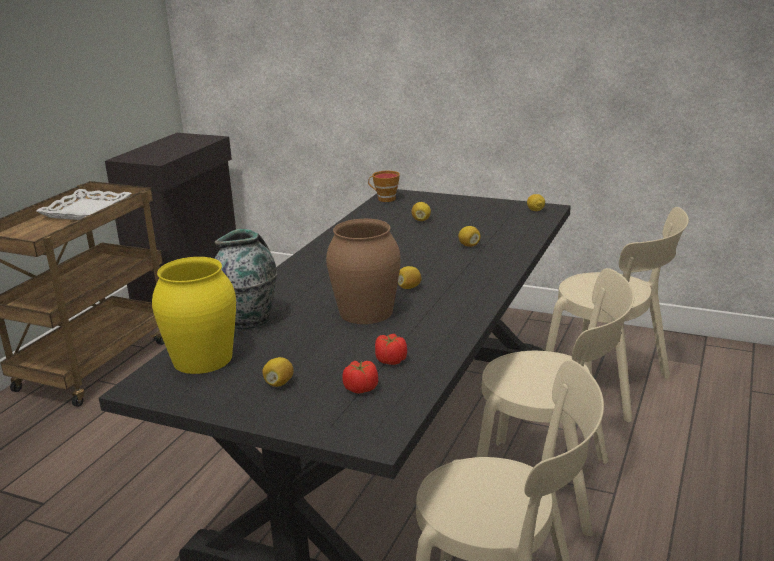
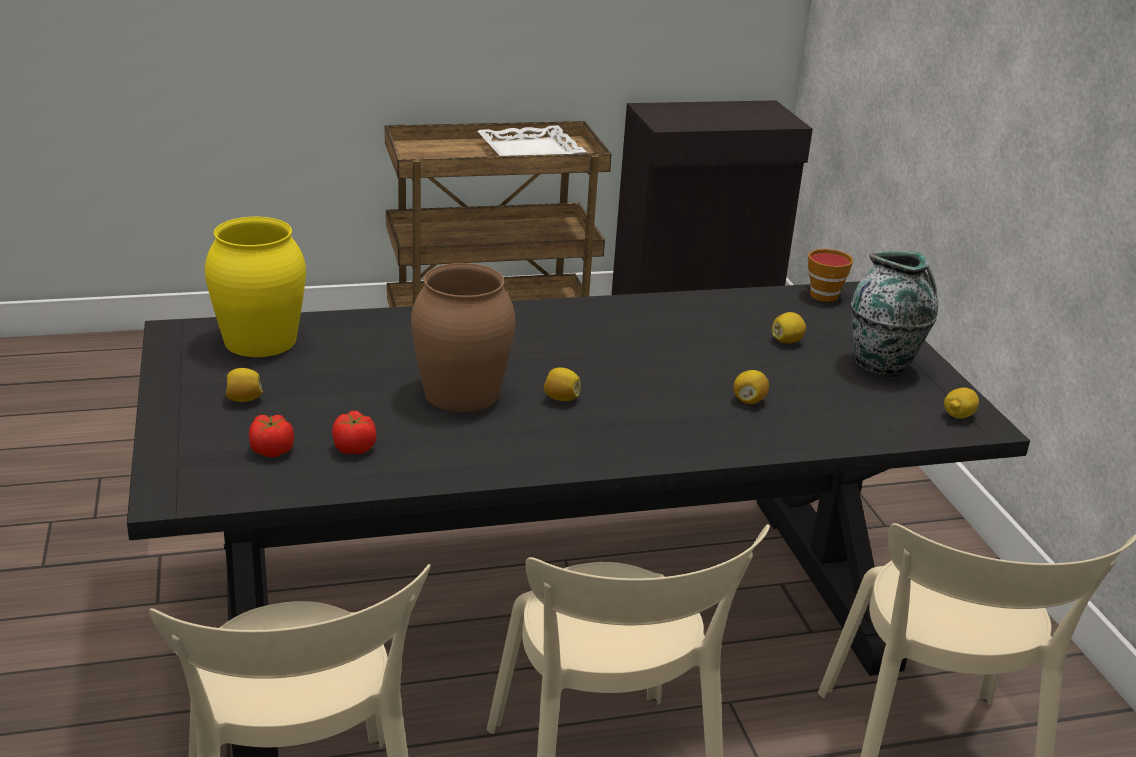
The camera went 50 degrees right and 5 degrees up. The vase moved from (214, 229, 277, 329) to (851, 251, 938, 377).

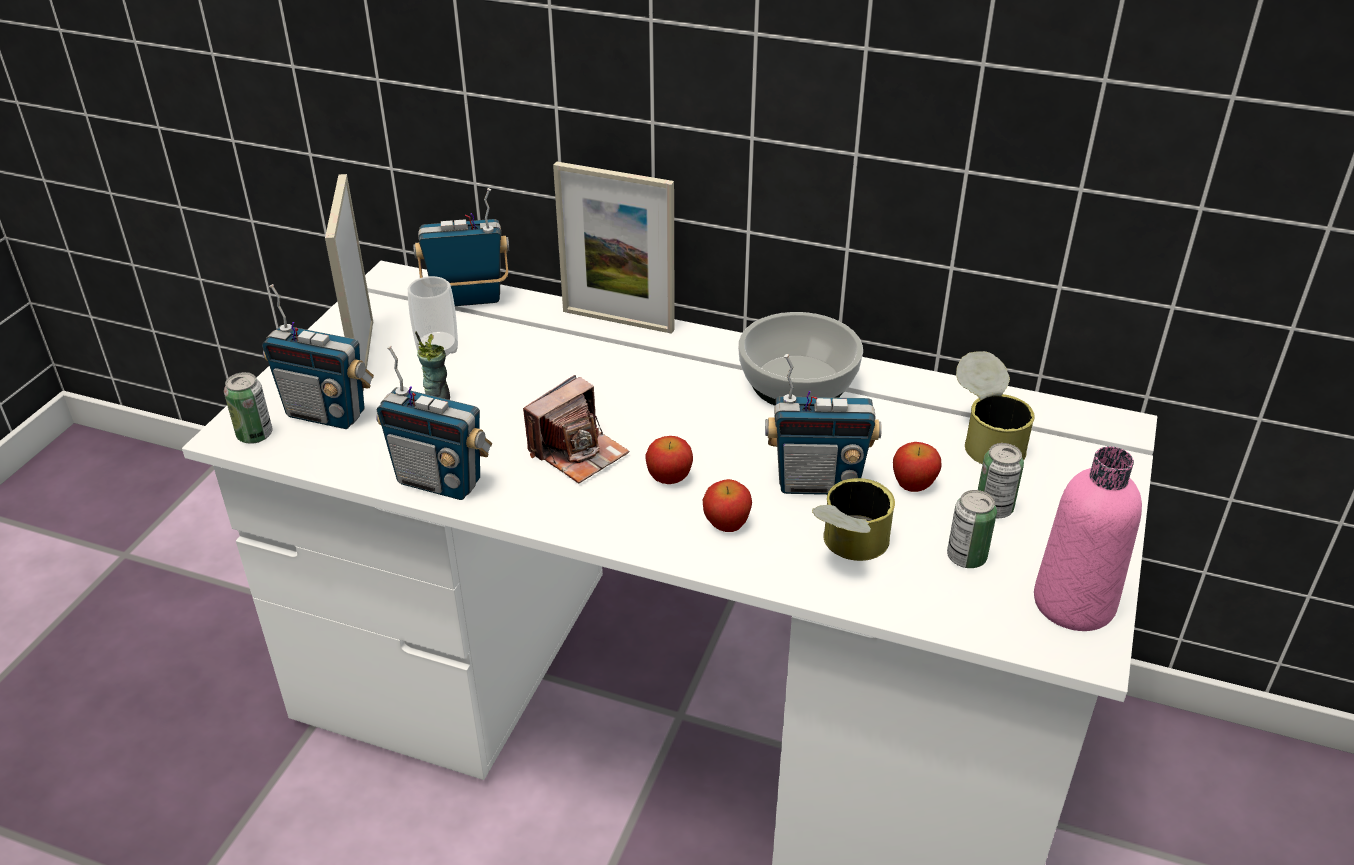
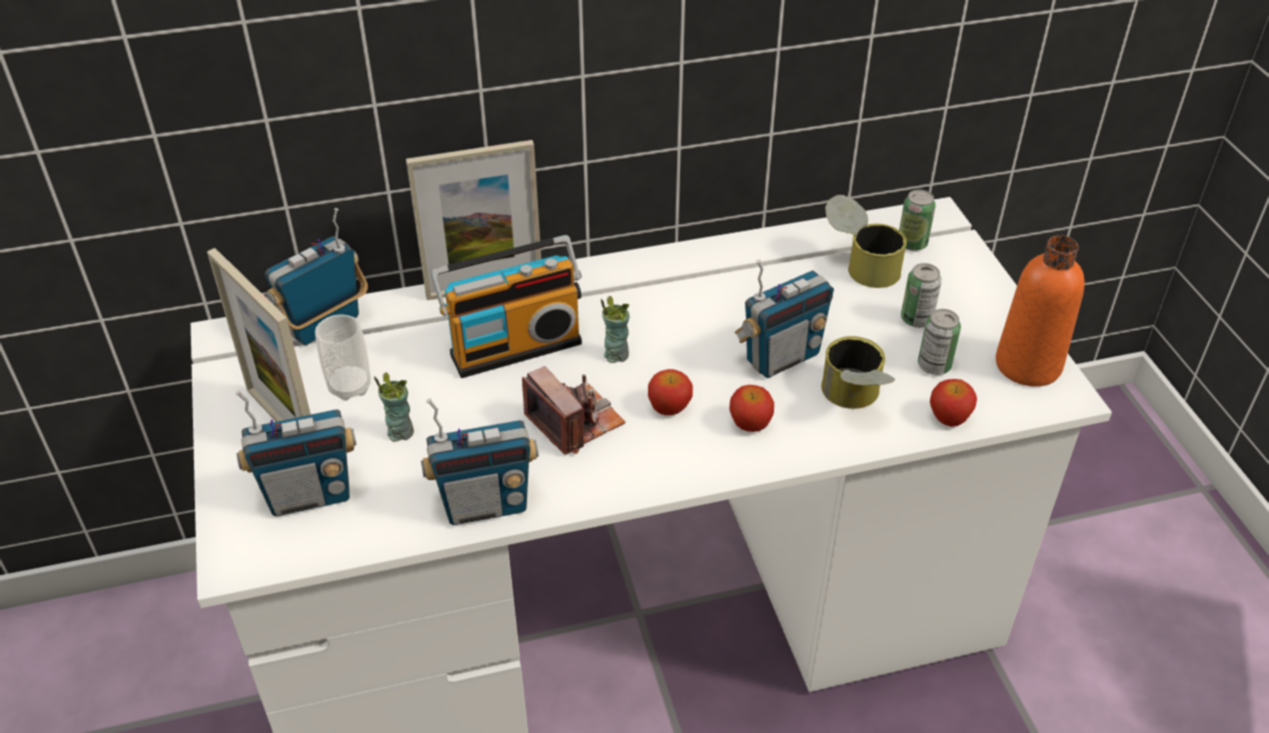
The camera went 35 degrees left and 5 degrees up. The radio at (430, 235, 582, 378) appeared. The photo_camera at (523, 375, 629, 483) turned 45 degrees counterclockwise. The cup at (601, 296, 629, 363) appeared. The can moved from (224, 372, 273, 444) to (899, 190, 936, 251). The apple moved from (893, 442, 941, 492) to (930, 379, 977, 427). The pink_bottle at (1034, 446, 1142, 631) became the orange_bottle at (996, 235, 1085, 387). The bowl at (738, 312, 863, 406) disappeared.

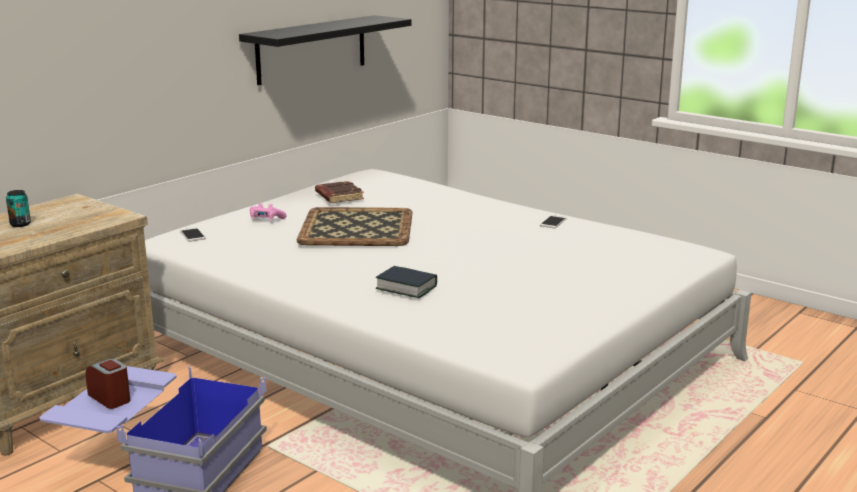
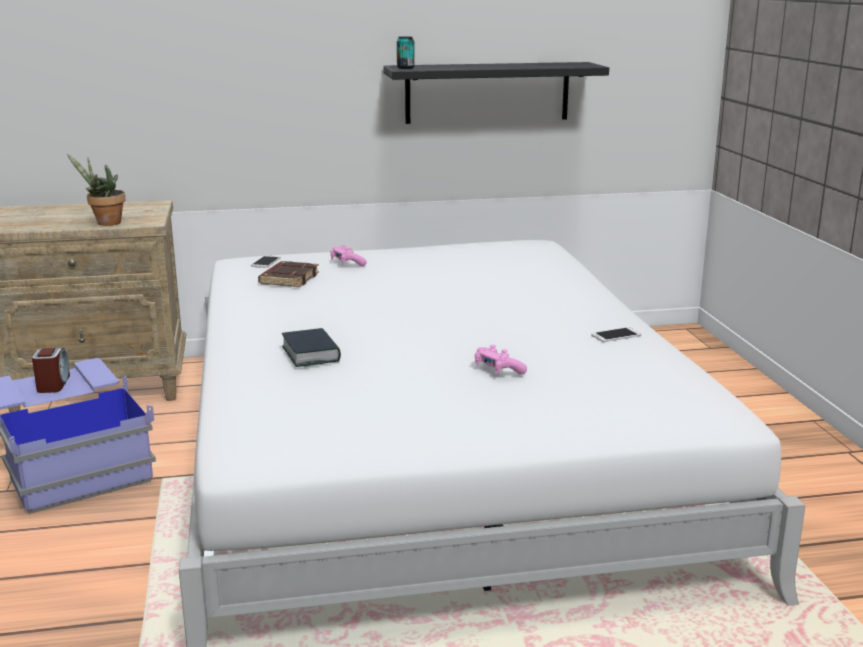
The camera went 40 degrees right and 0 degrees up. The potted_plant at (67, 154, 125, 226) appeared. The brown_book moved from (315, 181, 364, 203) to (258, 261, 319, 287). The can moved from (6, 190, 31, 227) to (397, 36, 415, 69). The pink_game_controller at (475, 345, 527, 375) appeared. The tray at (297, 207, 413, 246) disappeared.

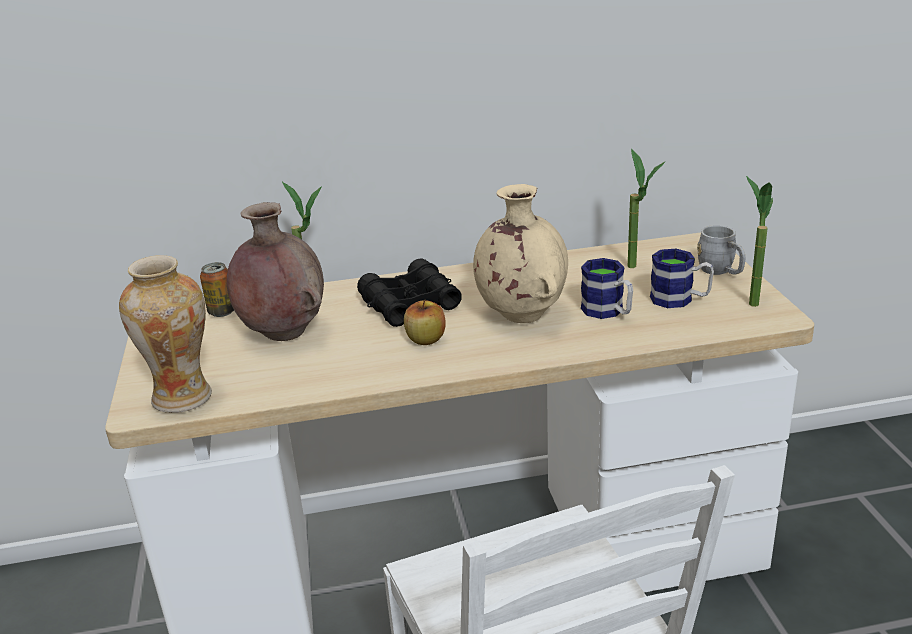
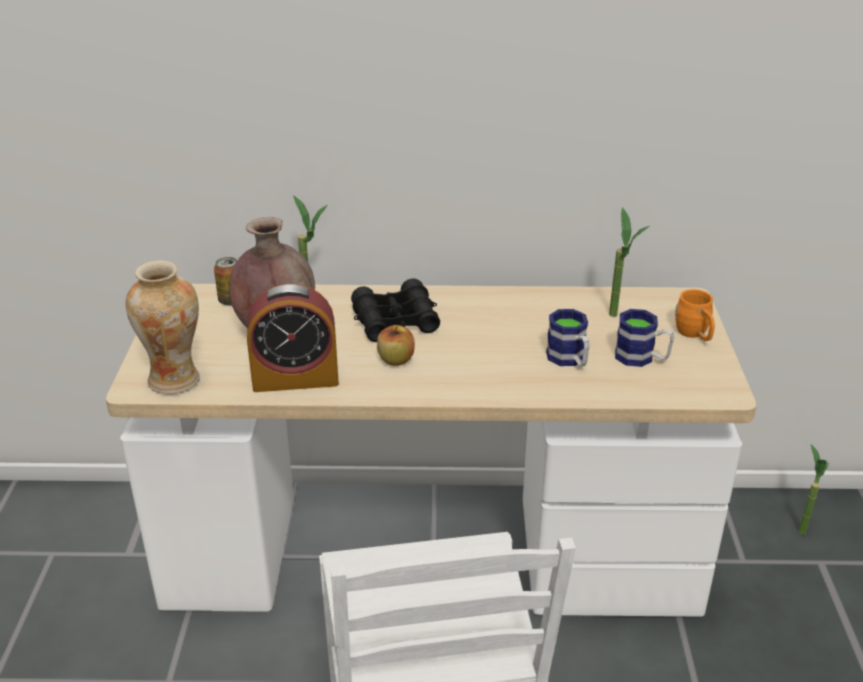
The camera went 10 degrees right and 5 degrees up. The alarm_clock at (247, 284, 339, 392) appeared. The grey_mug at (697, 225, 745, 275) became the orange_mug at (675, 289, 715, 341). The potted_plant moved from (746, 176, 773, 307) to (799, 444, 829, 535). The beige_vase at (473, 184, 568, 323) disappeared.

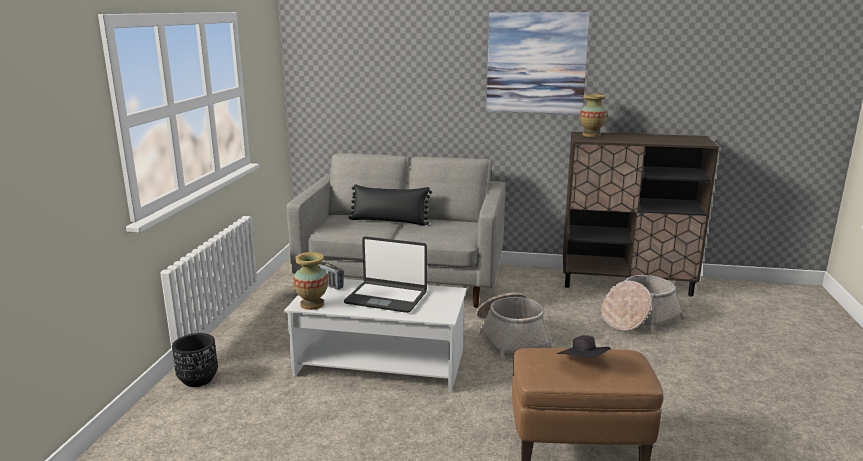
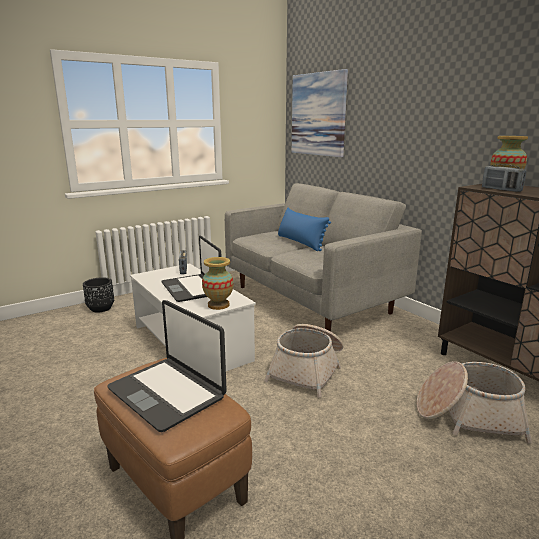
The camera went 45 degrees right and 0 degrees up. The black_hat at (557, 335, 611, 358) was replaced by the laptop at (107, 300, 227, 432). The vase moved from (293, 252, 328, 310) to (202, 257, 234, 310). The black_pillow at (349, 184, 432, 226) became the blue_pillow at (278, 208, 331, 252). The picture moved from (486, 12, 590, 114) to (292, 69, 348, 157). The radio at (482, 164, 526, 192) appeared.

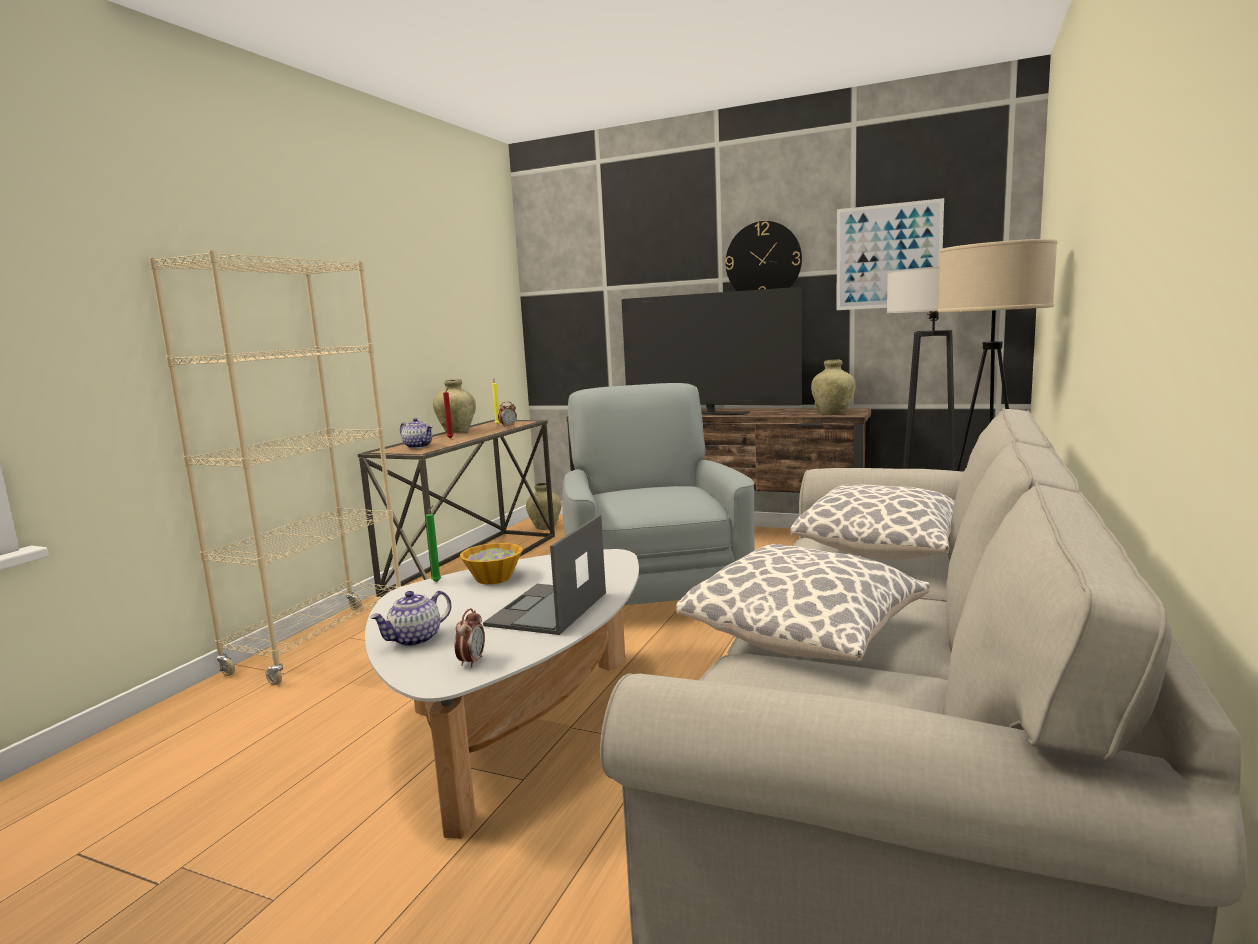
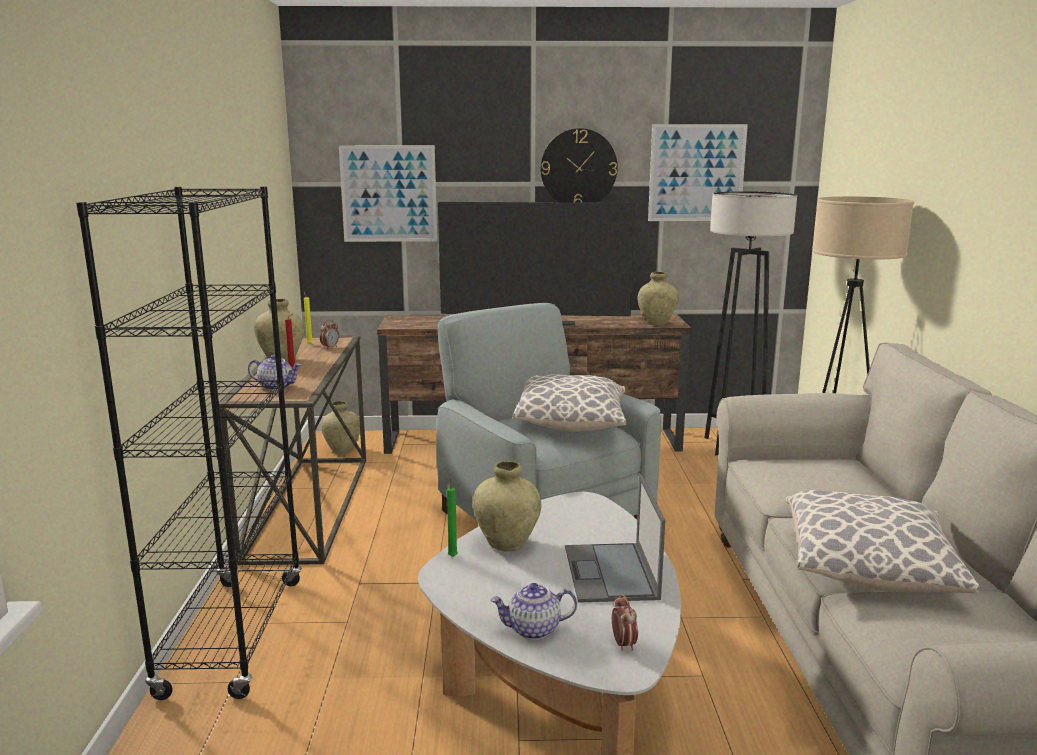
The camera went 25 degrees left and 5 degrees up. The beige_bookcase at (149, 250, 401, 685) became the black_bookcase at (76, 187, 302, 700). The picture at (339, 145, 437, 242) appeared. The bowl at (460, 543, 522, 584) was replaced by the beige_vase at (473, 461, 542, 551). The teapot at (370, 591, 451, 647) turned 60 degrees clockwise. The pillow moved from (790, 485, 954, 559) to (513, 374, 626, 432).

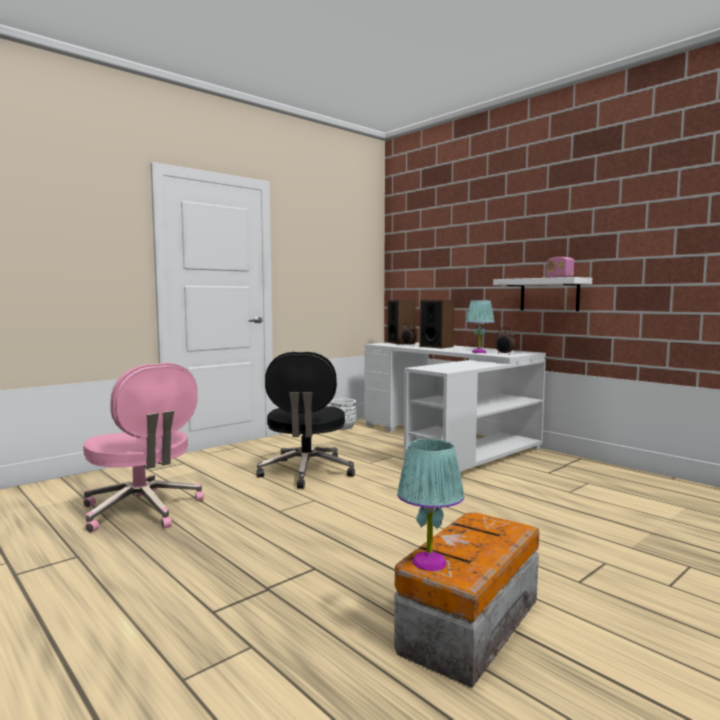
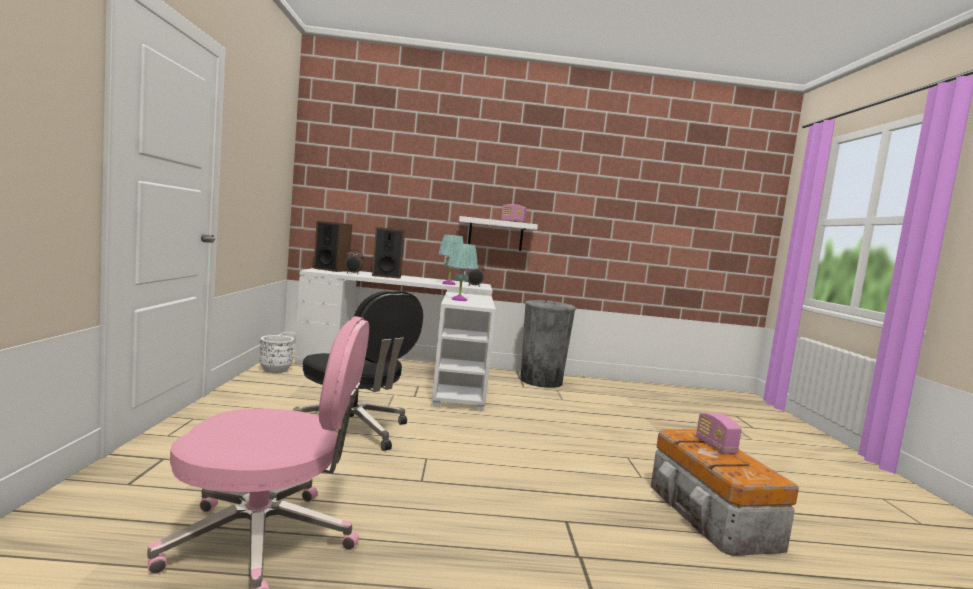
The camera went 50 degrees left and 0 degrees up. The turquoise_table_lamp moved from (397, 439, 464, 571) to (447, 243, 478, 301). The grey_trash_can at (520, 300, 576, 388) appeared. The radio at (696, 413, 742, 454) appeared.

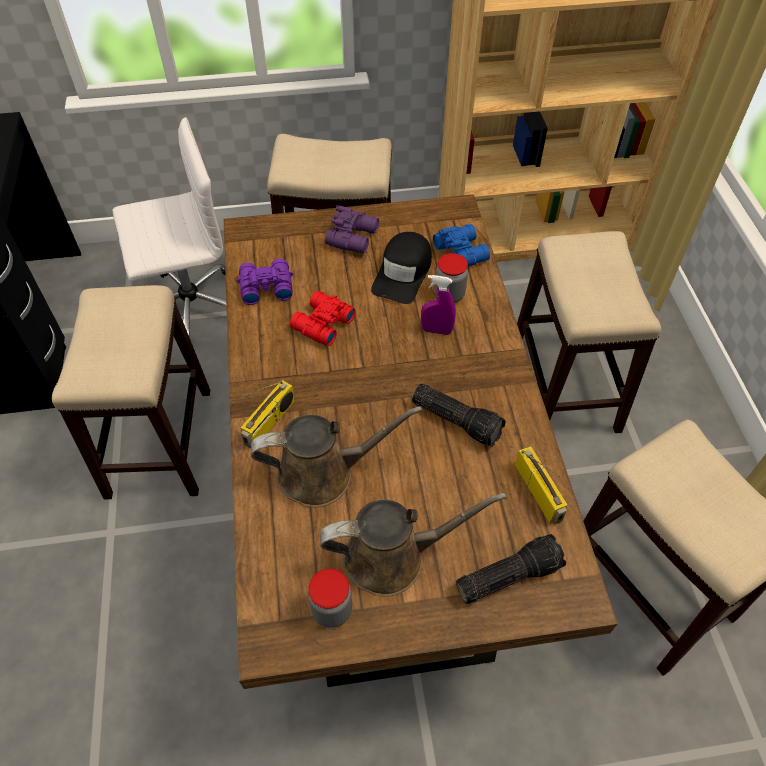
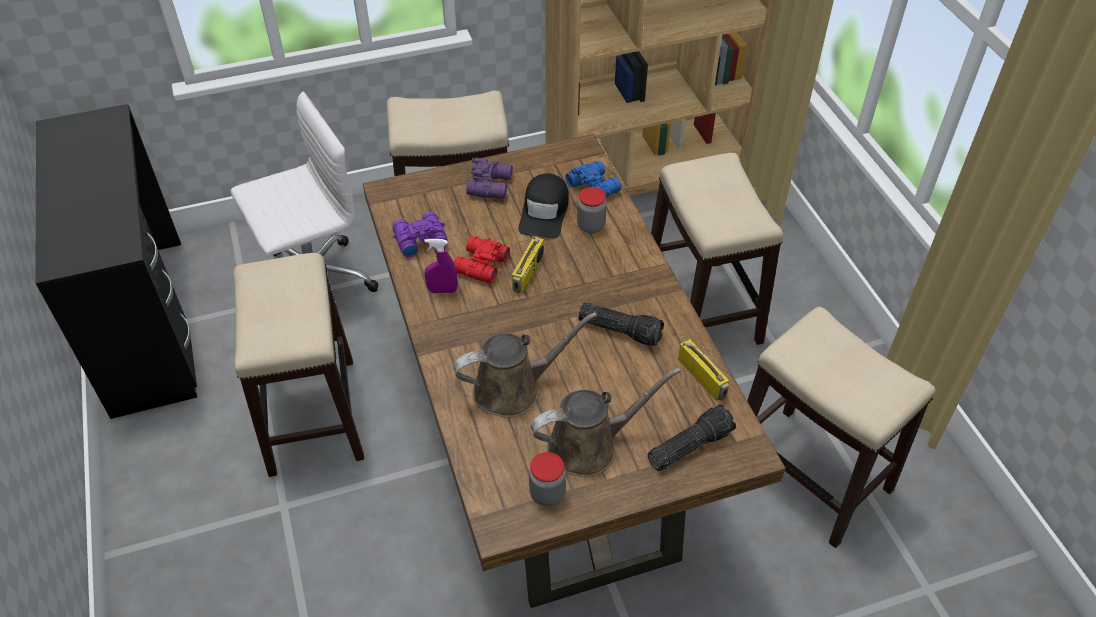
The camera went 10 degrees left and 5 degrees down. The purple_spray_bottle moved from (421, 275, 456, 335) to (424, 239, 458, 293). The radio moved from (241, 380, 295, 448) to (512, 236, 544, 293).

